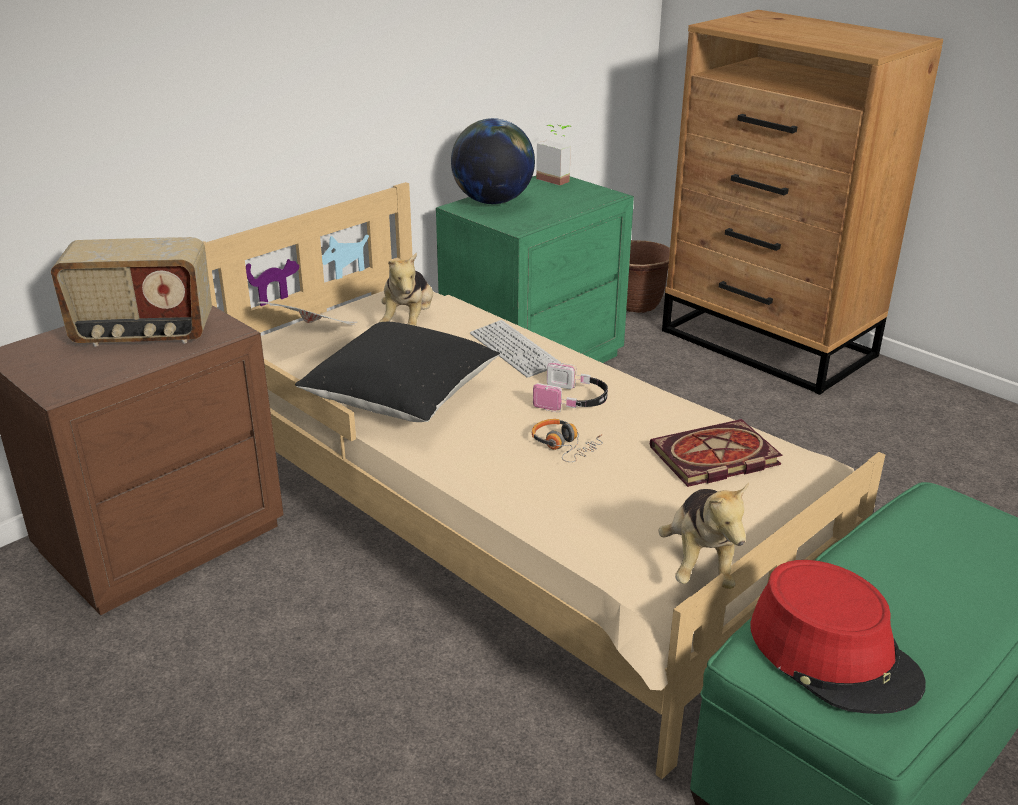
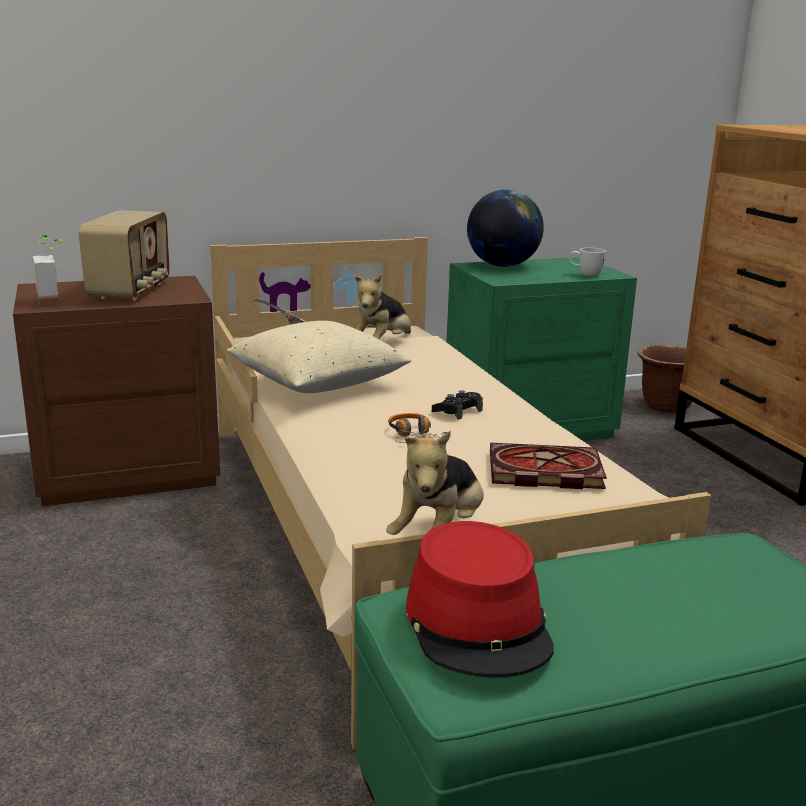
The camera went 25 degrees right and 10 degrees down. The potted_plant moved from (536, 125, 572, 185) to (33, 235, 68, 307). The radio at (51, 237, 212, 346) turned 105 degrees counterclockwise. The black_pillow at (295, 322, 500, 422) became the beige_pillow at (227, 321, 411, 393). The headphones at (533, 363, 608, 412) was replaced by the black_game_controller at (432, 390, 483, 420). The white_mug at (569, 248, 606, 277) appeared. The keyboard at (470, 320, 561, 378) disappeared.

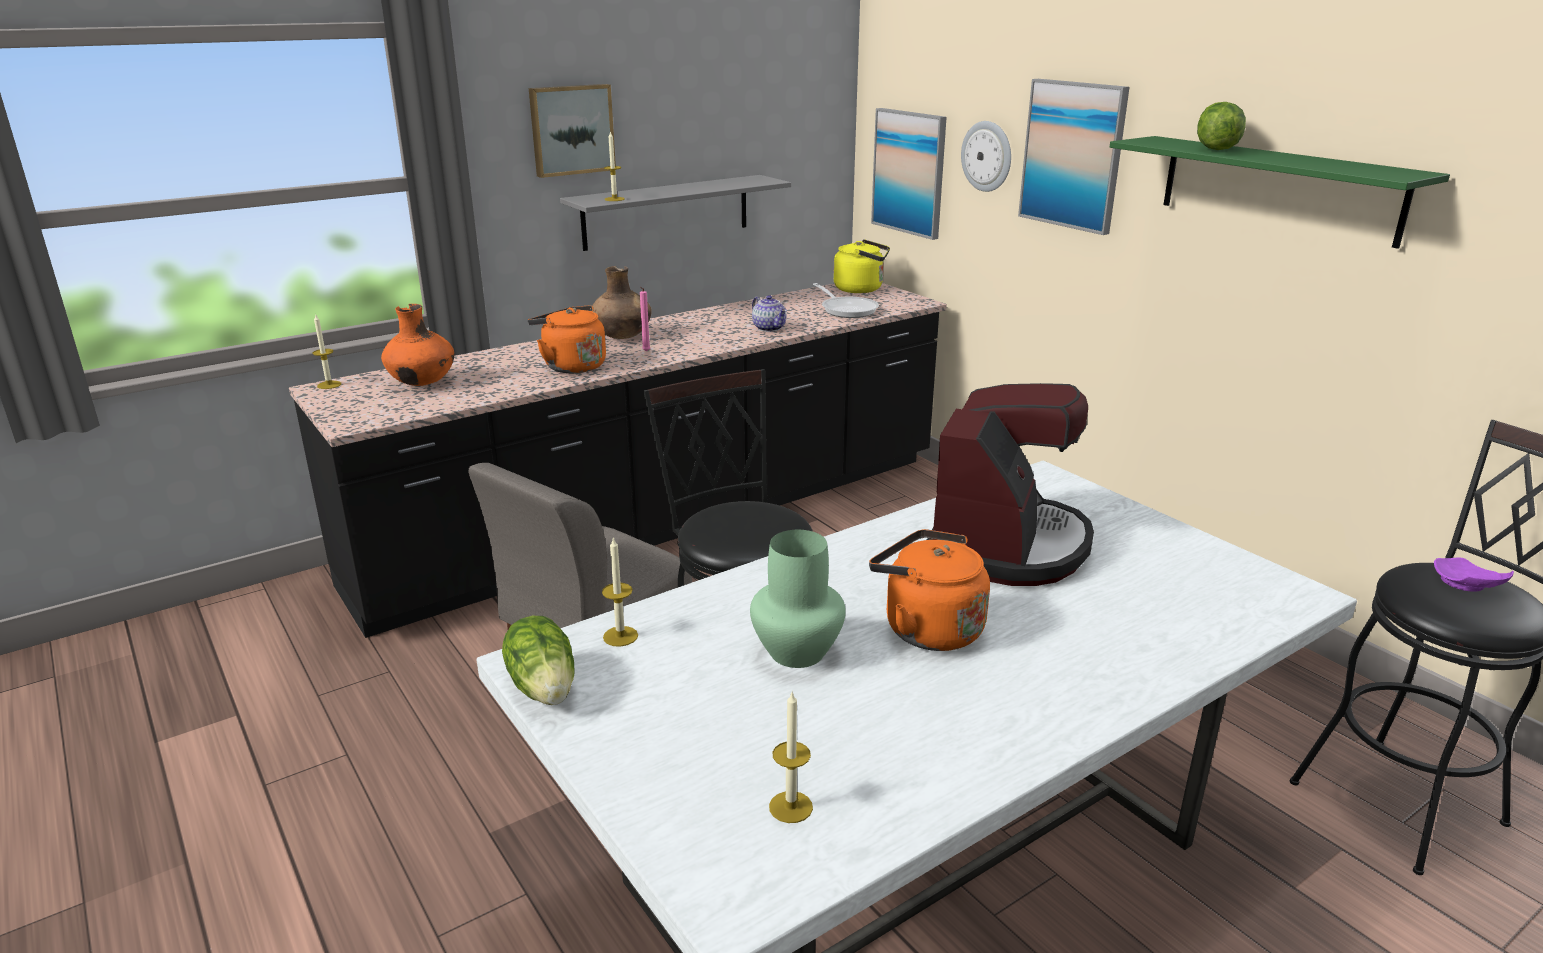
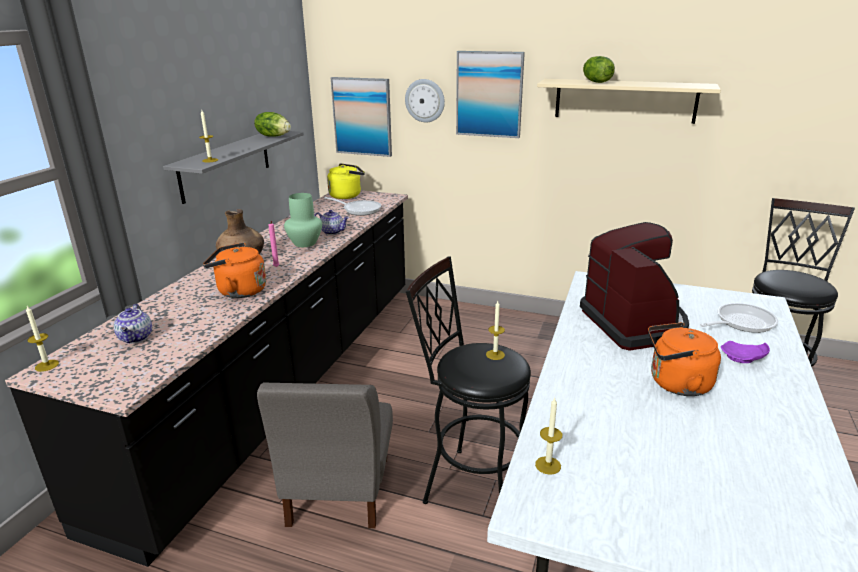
The camera went 35 degrees left and 0 degrees up. The orange_vase at (381, 304, 455, 386) was replaced by the teapot at (114, 304, 152, 344). The lettuce moved from (502, 616, 575, 705) to (254, 112, 291, 137). The green_vase moved from (750, 530, 846, 668) to (284, 193, 322, 247). The candle moved from (769, 691, 813, 823) to (486, 301, 505, 360). The green_shelf at (1110, 136, 1450, 249) became the beige_shelf at (537, 79, 721, 124). The frying_pan at (700, 303, 778, 333) appeared. The purple_plate moved from (1434, 557, 1514, 591) to (721, 341, 770, 363). The picture at (529, 84, 616, 178) disappeared.

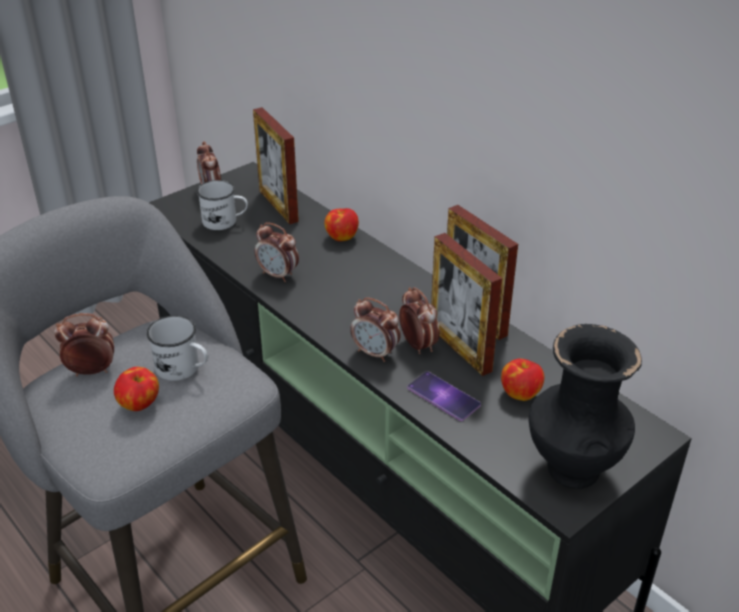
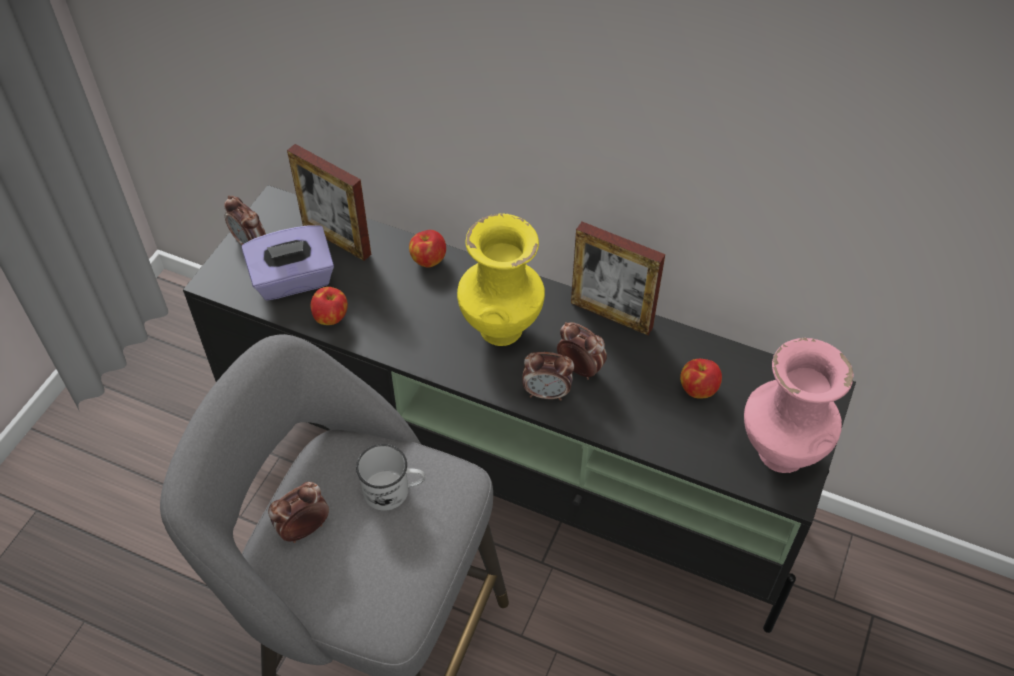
The camera went 25 degrees left and 15 degrees up. The white_mug at (197, 180, 248, 230) was replaced by the purple_tissue_box at (242, 225, 334, 301). The apple moved from (114, 367, 159, 411) to (311, 287, 348, 325). The yellow_vase at (457, 213, 545, 346) appeared. The black_vase at (528, 324, 642, 489) became the pink_vase at (744, 338, 854, 473). The alarm_clock at (254, 222, 299, 282) disappeared. The phone at (407, 372, 481, 421) disappeared. The picture_frame at (431, 233, 502, 376) disappeared.

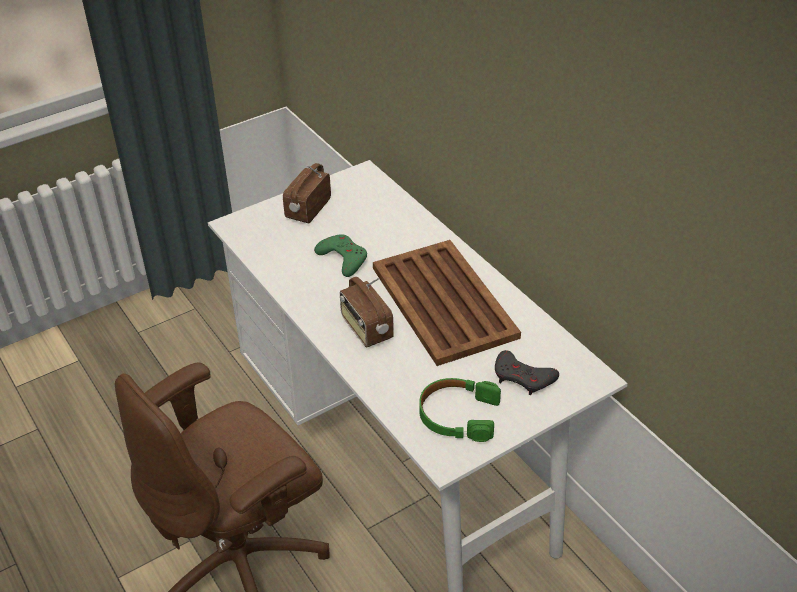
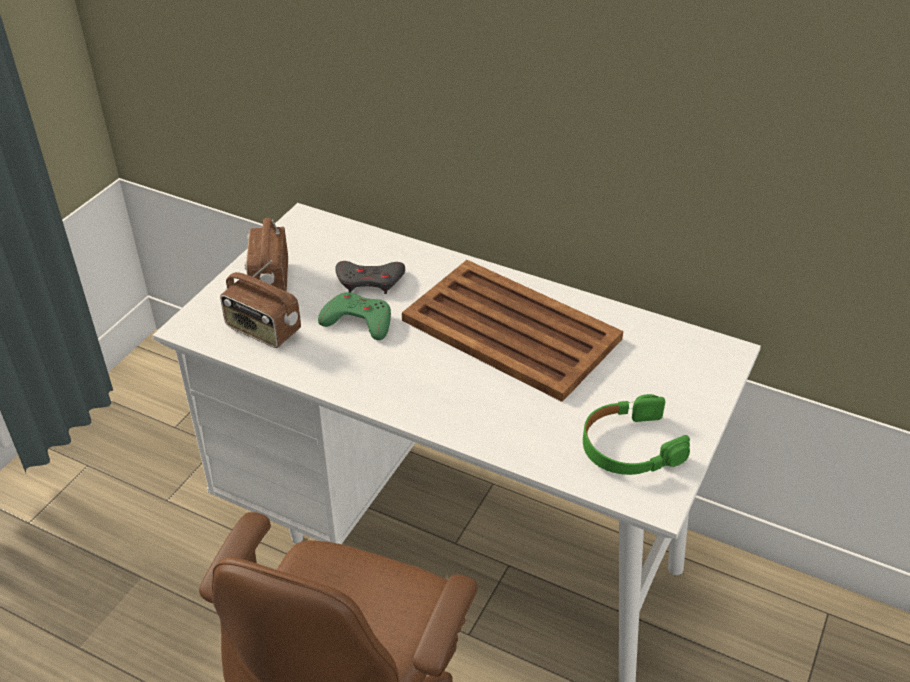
The camera went 30 degrees left and 0 degrees up. The radio moved from (340, 277, 394, 347) to (220, 260, 301, 348). The grey_game_controller moved from (495, 350, 559, 395) to (335, 261, 405, 294).

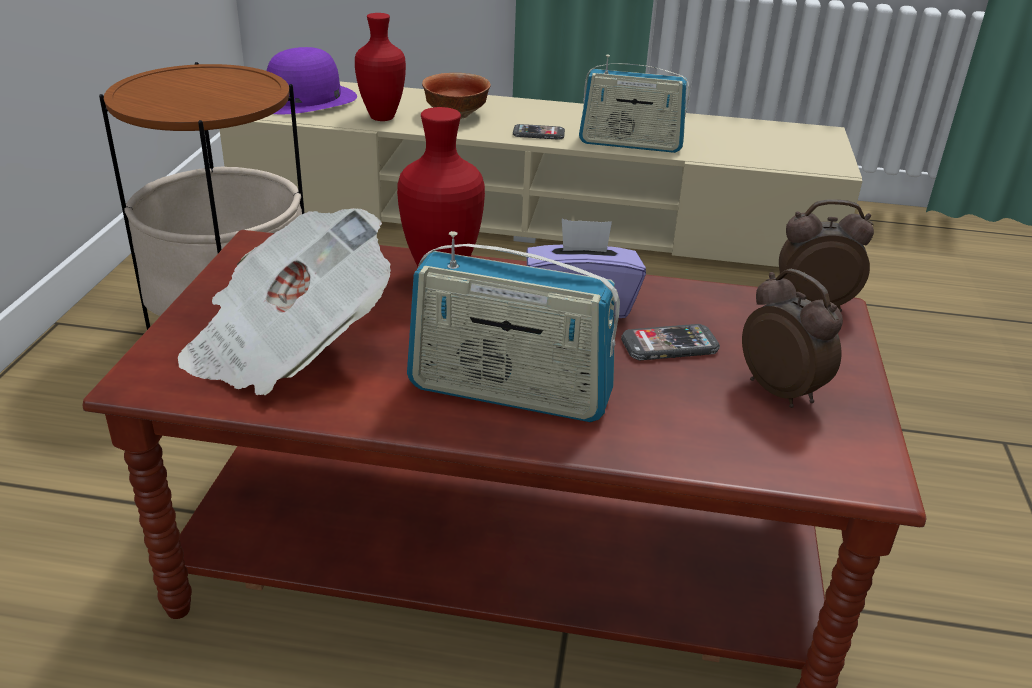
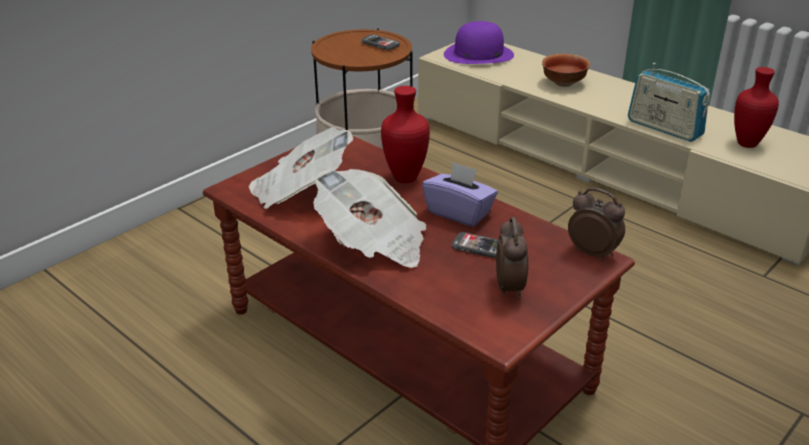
The camera went 35 degrees right and 0 degrees up. The radio at (407, 231, 620, 422) was replaced by the newspaper at (313, 169, 426, 268). The phone moved from (513, 124, 565, 140) to (361, 34, 400, 50). The red_vase moved from (355, 13, 406, 121) to (734, 67, 779, 148).

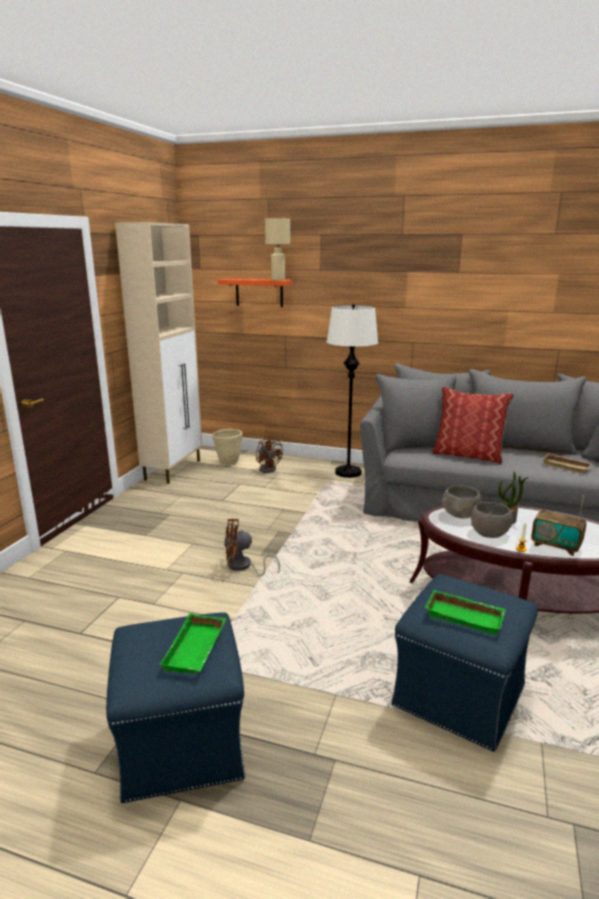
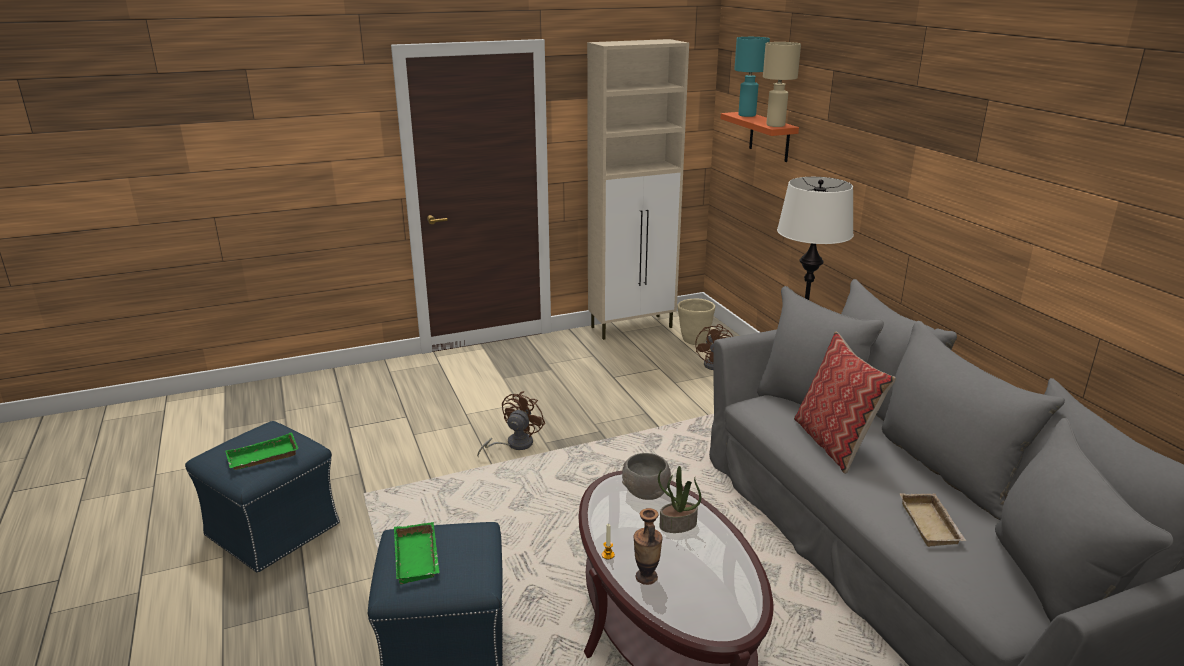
The camera went 50 degrees right and 5 degrees up. The brown_fan at (224, 519, 280, 576) turned 75 degrees clockwise. The radio at (531, 496, 586, 556) was replaced by the vase at (634, 508, 662, 585). The turquoise_table_lamp at (734, 37, 770, 117) appeared. The grey_bowl at (471, 502, 513, 538) disappeared.

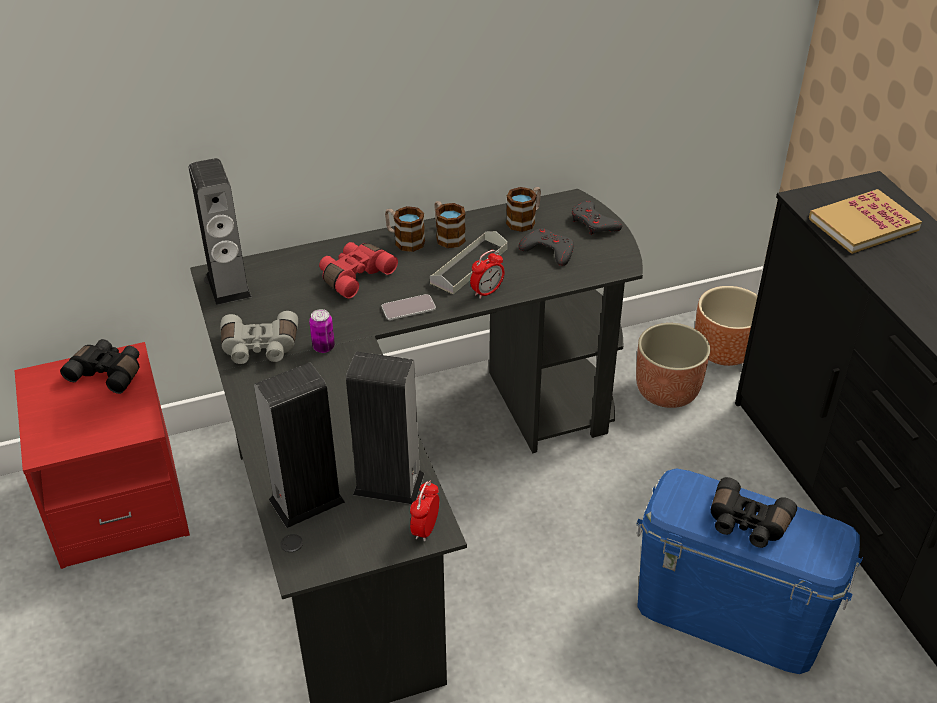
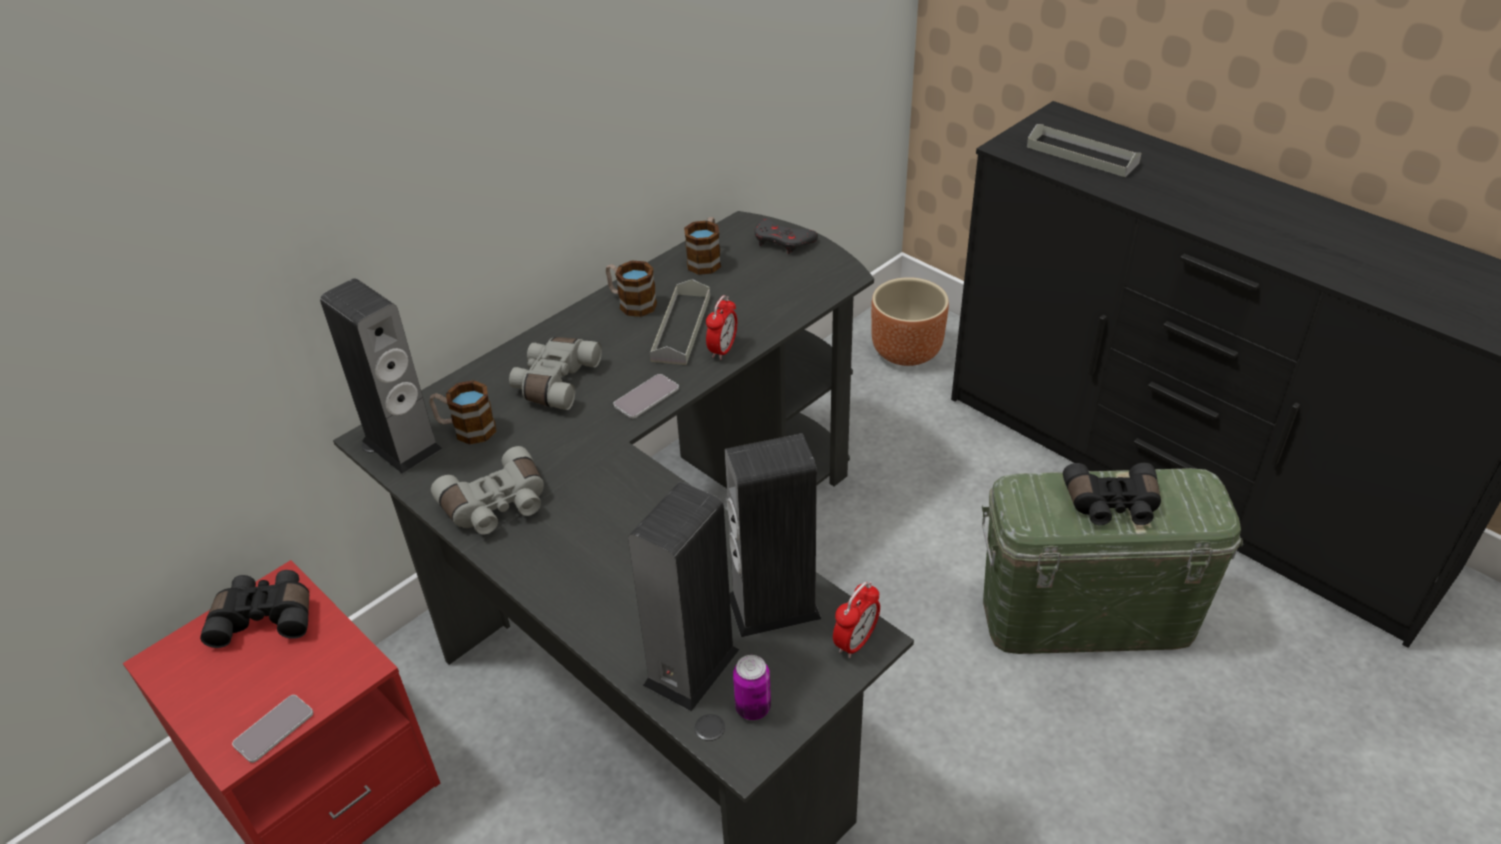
The camera went 25 degrees left and 0 degrees up. The phone at (232, 695, 313, 763) appeared. The mug moved from (385, 206, 425, 252) to (429, 380, 497, 445). The red_binoculars at (319, 242, 398, 299) became the grey_binoculars at (509, 337, 602, 410). The can moved from (309, 309, 335, 353) to (733, 655, 771, 720). The alarm_clock at (410, 481, 439, 541) turned 135 degrees counterclockwise. The blue_storage_box at (636, 468, 863, 674) became the green_storage_box at (982, 468, 1243, 654). The book at (809, 189, 922, 254) was replaced by the grey_tray at (1027, 124, 1141, 177). The grey_game_controller at (519, 228, 574, 266) disappeared. The planter at (636, 323, 710, 408) disappeared.

